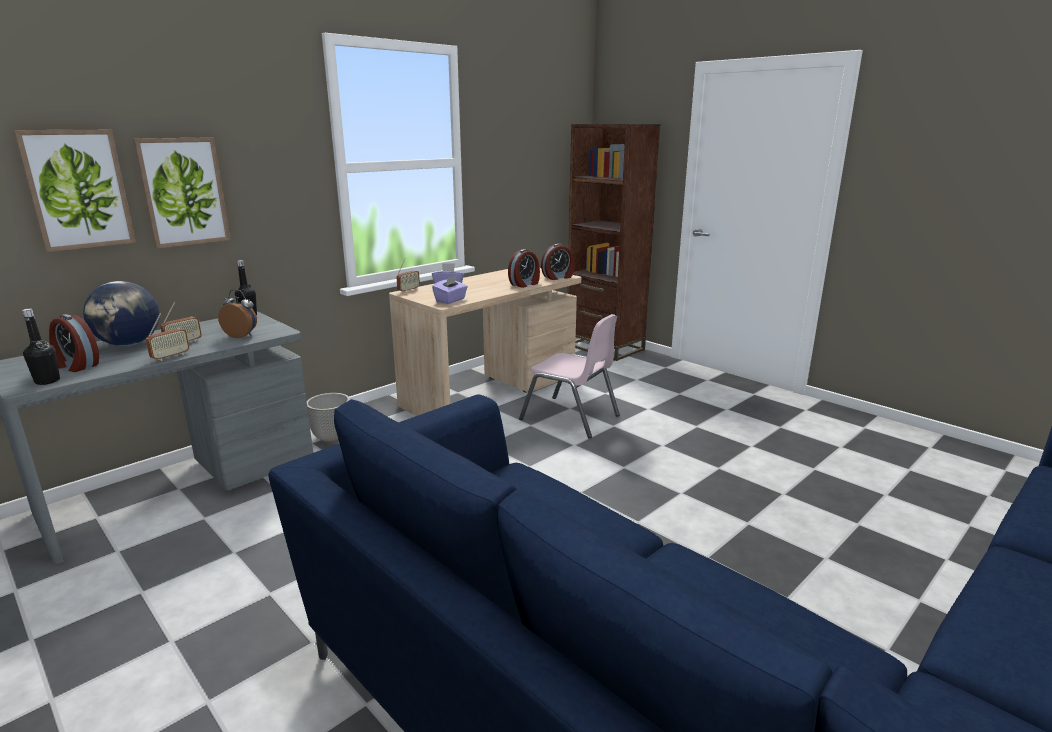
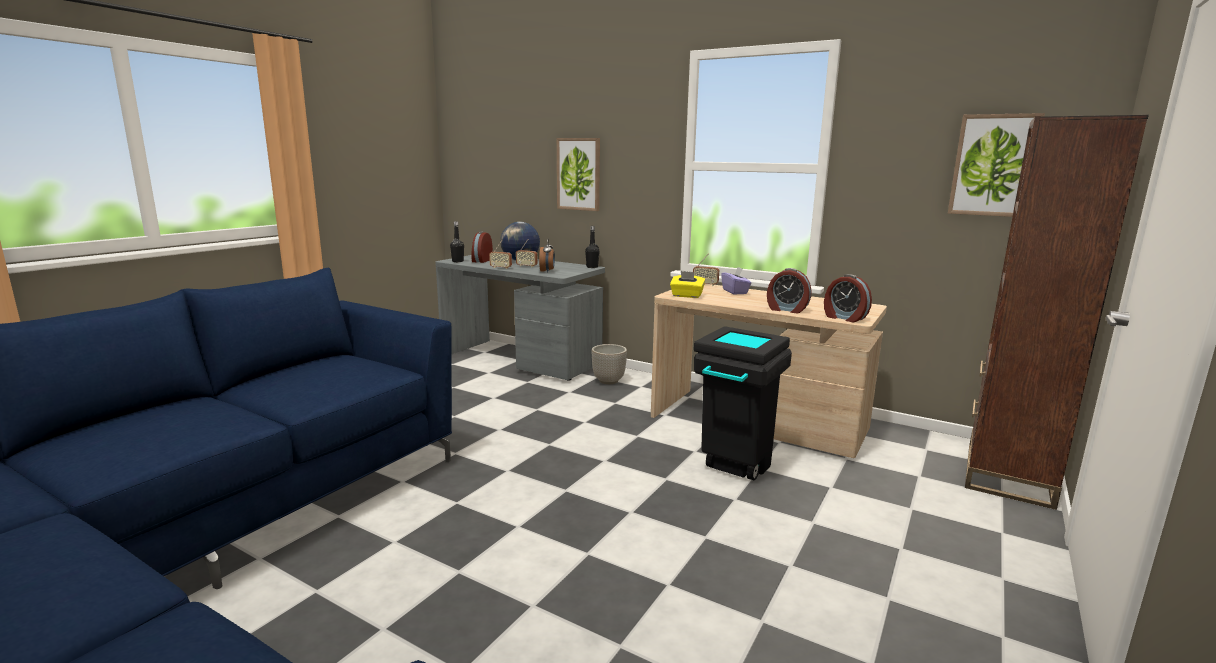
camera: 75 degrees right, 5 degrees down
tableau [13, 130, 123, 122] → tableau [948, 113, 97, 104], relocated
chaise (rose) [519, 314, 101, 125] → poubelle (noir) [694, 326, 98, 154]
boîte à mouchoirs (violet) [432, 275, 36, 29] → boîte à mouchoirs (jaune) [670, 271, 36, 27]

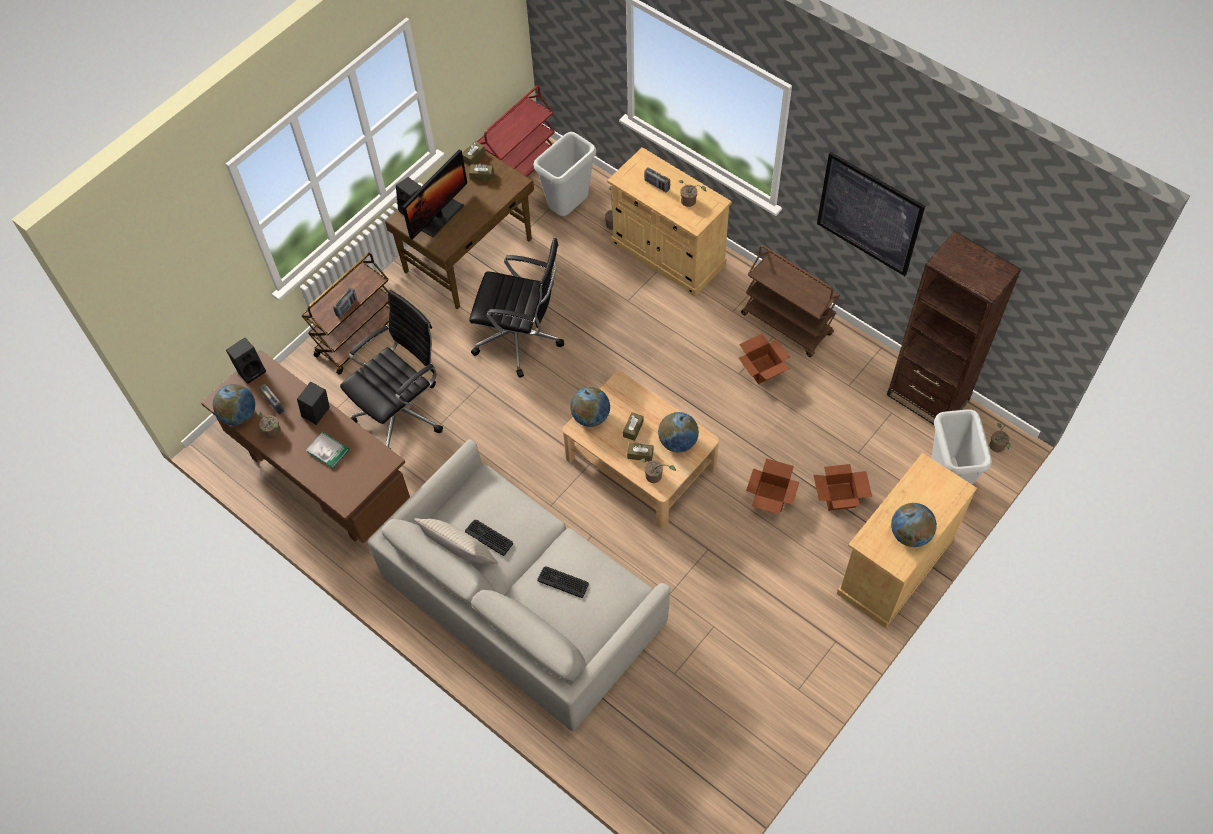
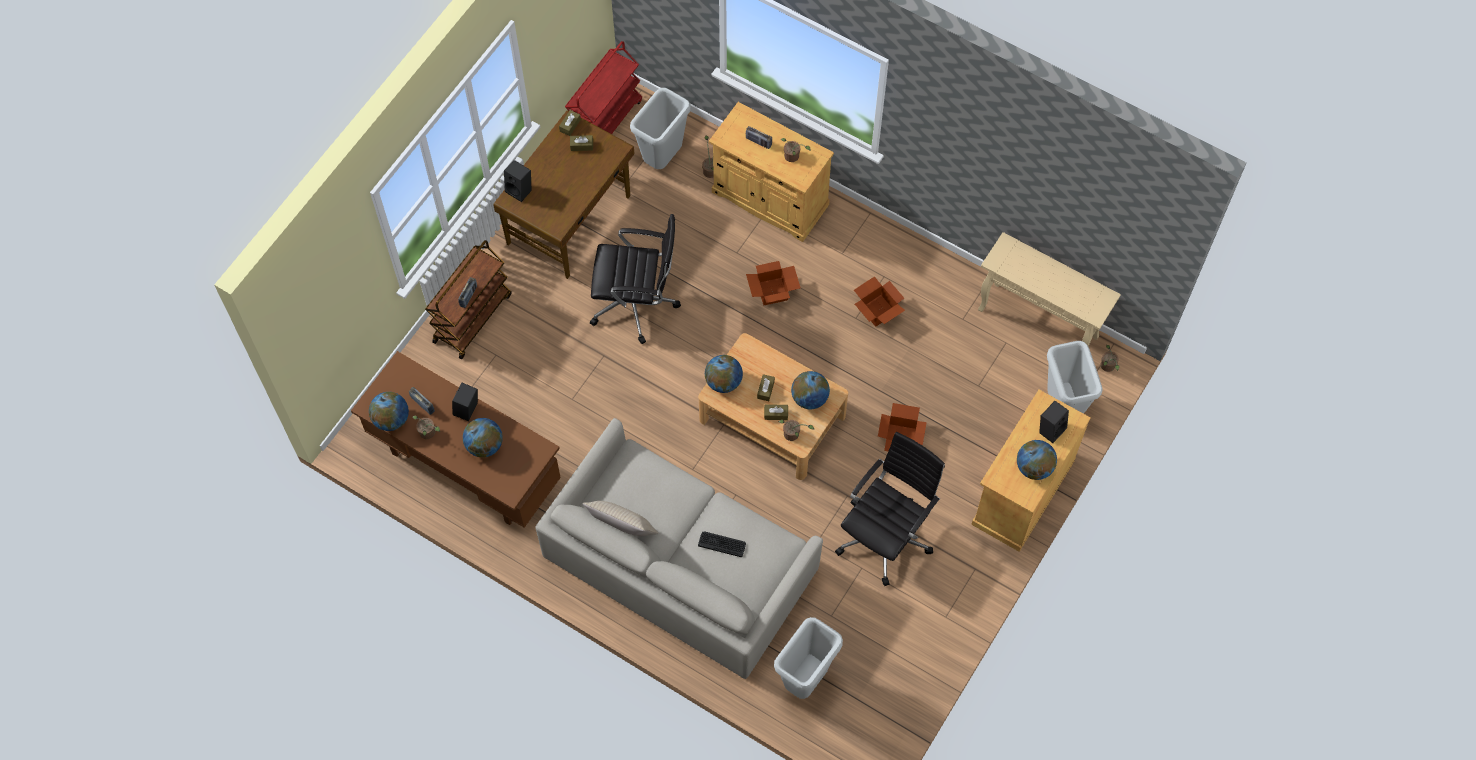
camera: 10 degrees left, 5 degrees up
écran d'ordinateur [402, 149, 65, 90] → -
clavier [465, 520, 48, 36] → -
chariot (marron) [741, 245, 99, 112] → -
tableau [817, 152, 108, 124] → -
- → poubelle (gris) [774, 617, 69, 82]
enceinte (noir) [226, 338, 40, 46] → enceinte (noir) [1039, 401, 30, 42], relocated
chaise de bureau (noir) [340, 290, 103, 159] → chaise de bureau (noir) [835, 432, 110, 154], relocated
carton [813, 464, 59, 47] → carton [746, 261, 54, 45], relocated
livre [306, 432, 43, 37] → globe [463, 418, 40, 40]
bibliothèque (marron) [887, 231, 134, 194] → table console (beige) [978, 232, 143, 114]

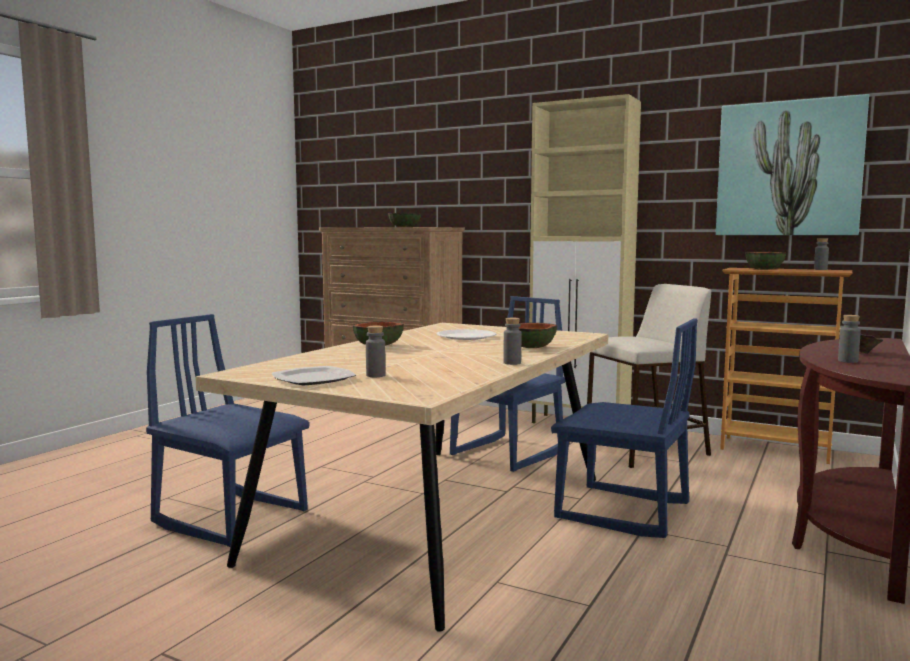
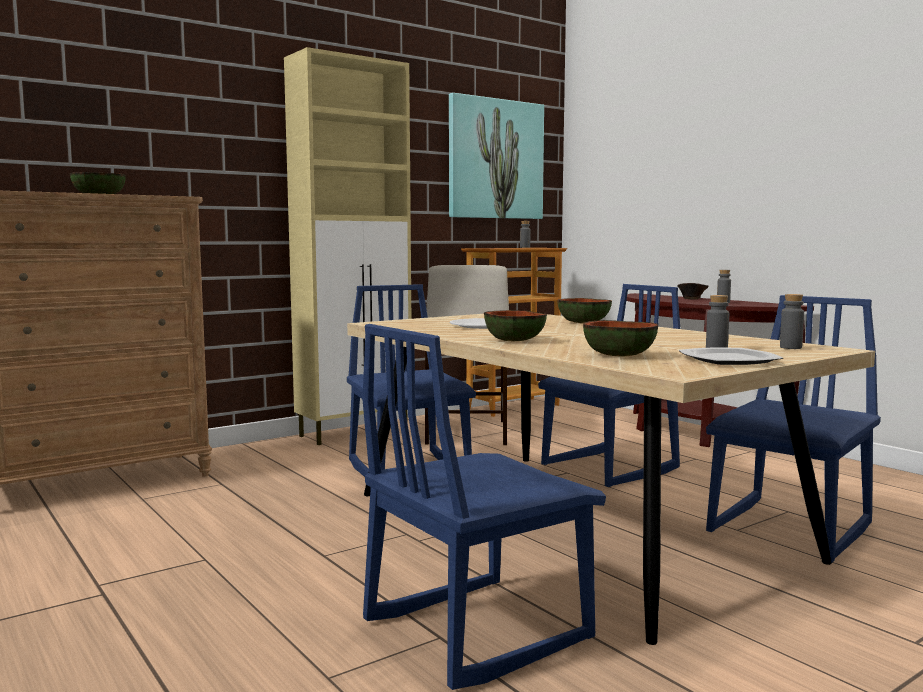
camera: 65 degrees left, 0 degrees up
- → chaise (bleu) [706, 295, 175, 268]
bouteille (gris) [503, 318, 18, 47] → bouteille (gris) [780, 294, 24, 55], relocated
bol [745, 252, 41, 18] → bol [583, 320, 75, 36], relocated

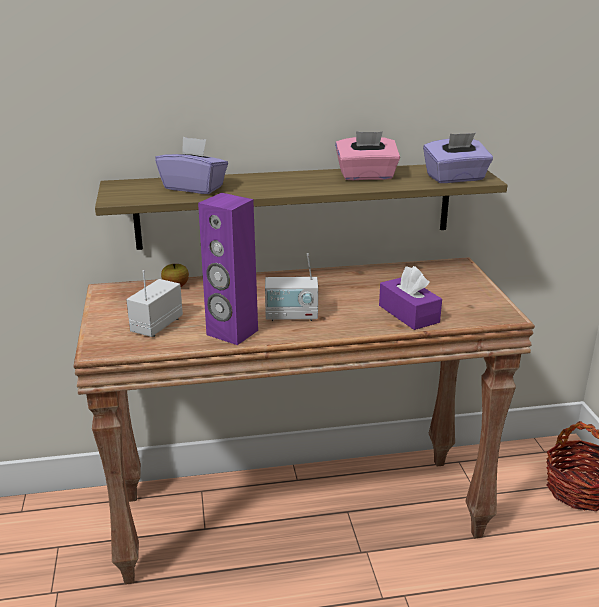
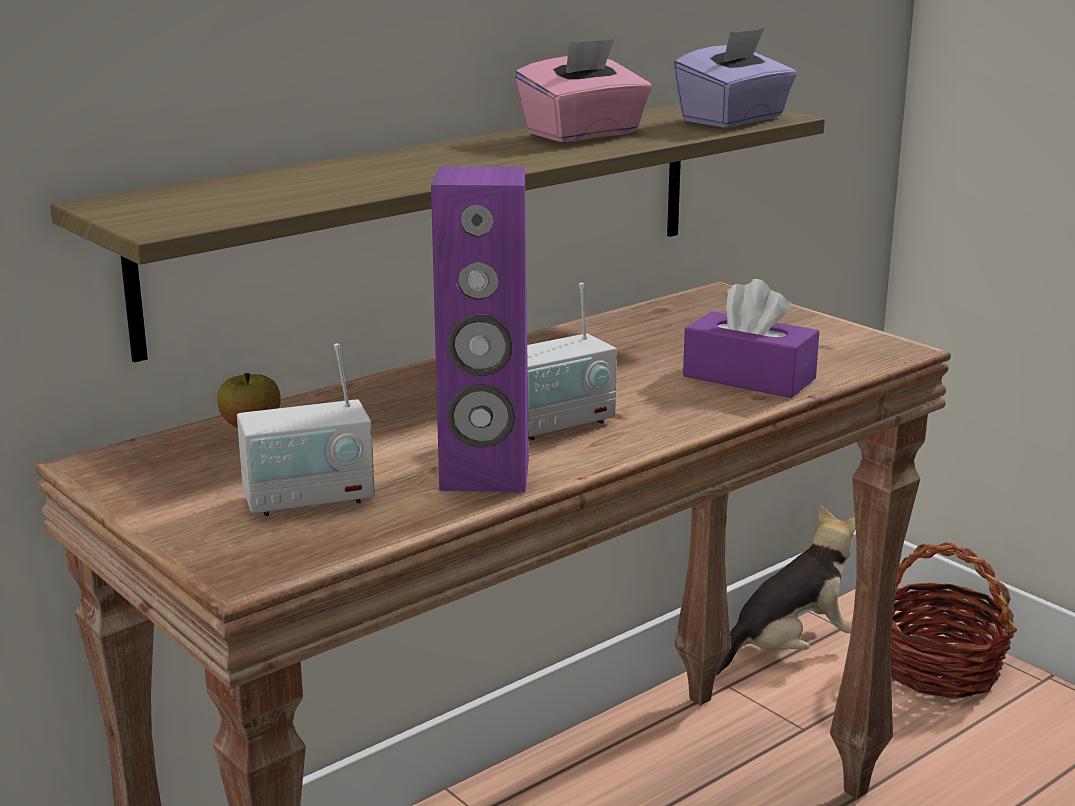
camera: 30 degrees left, 5 degrees down
boîte à mouchoirs (violet) [155, 137, 73, 57] → -
- → peluche [716, 505, 140, 170]
radio [126, 270, 57, 67] → radio [237, 343, 138, 173], 105 degrees counterclockwise

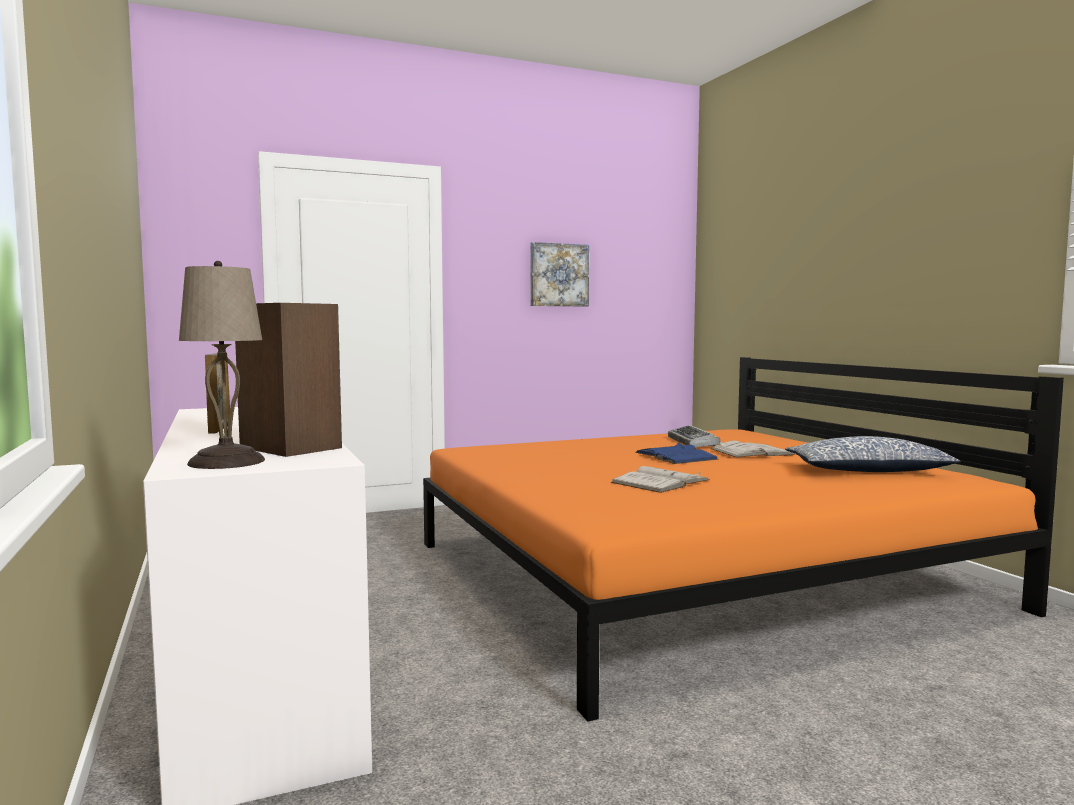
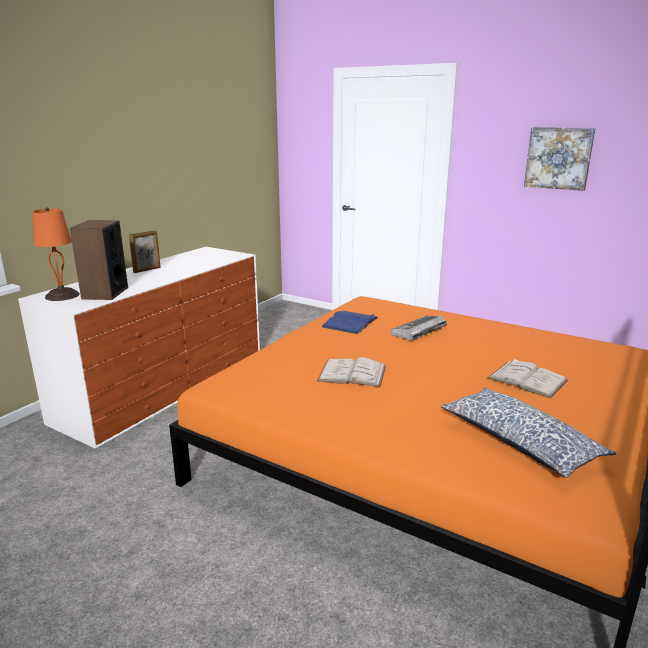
camera: 55 degrees right, 15 degrees up
livre (bleu) [635, 443, 84, 21] → livre (bleu) [322, 311, 56, 23], relocated
clavier [668, 425, 53, 22] → clavier [391, 316, 56, 24], relocated
lampe de table (beige) [179, 261, 86, 208] → lampe de table (orange) [32, 207, 48, 94]

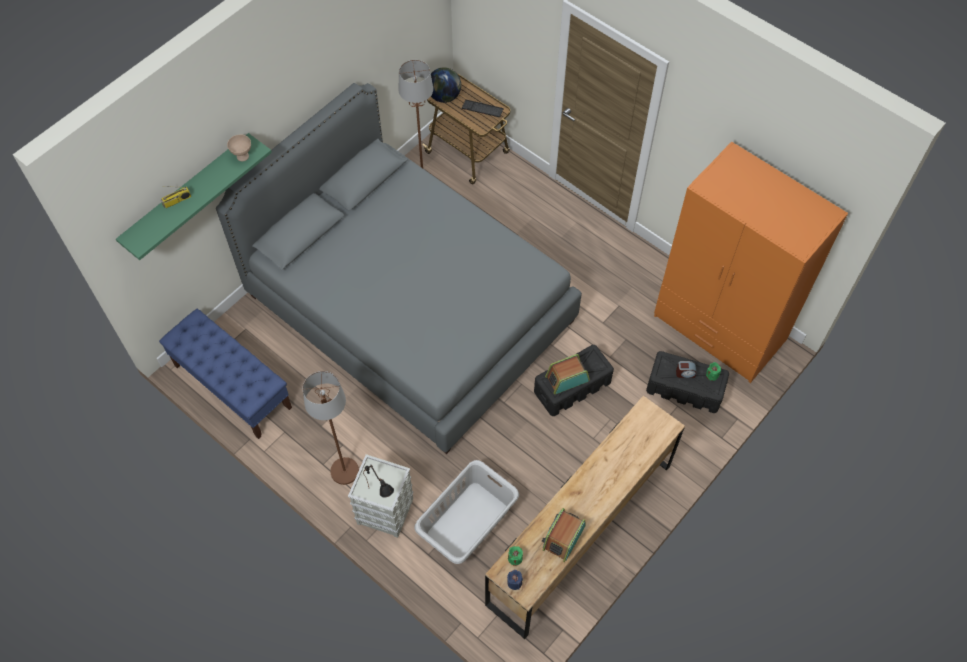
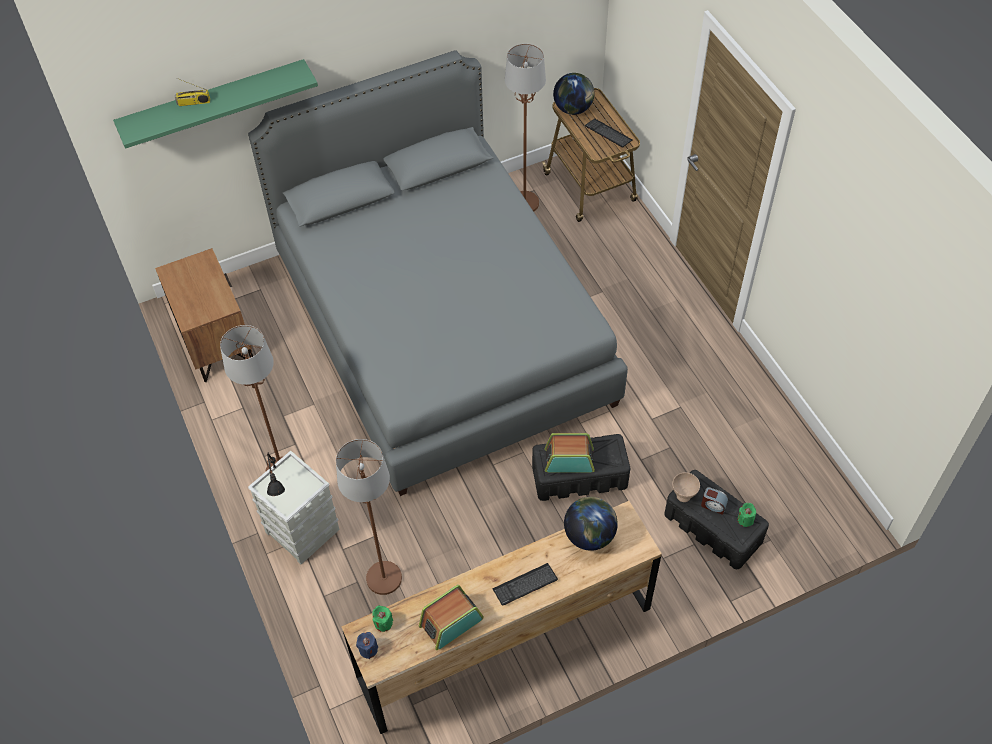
camera: 25 degrees right, 5 degrees down
armoire (orange) [654, 142, 194, 241] → -
- → clavier [492, 563, 66, 43]
- → globe [564, 497, 54, 54]
bol (beige) [227, 134, 24, 27] → bol (beige) [672, 472, 28, 30], relocated
banc (bleu) [159, 309, 133, 130] → table de chevet (marron) [155, 248, 98, 134]
panier à linge (gris) [414, 460, 105, 104] → lampadaire (marron) [336, 439, 66, 156]

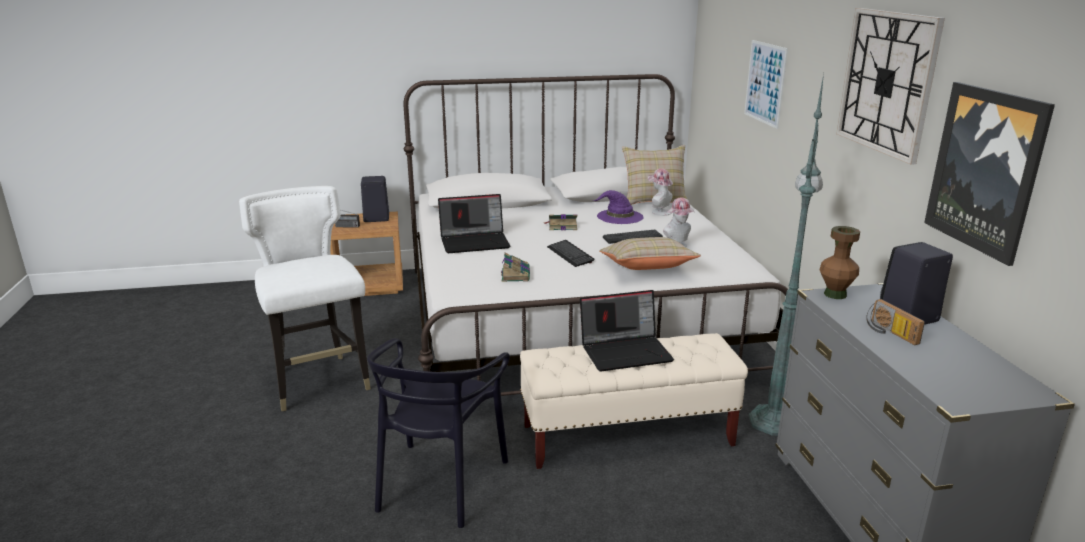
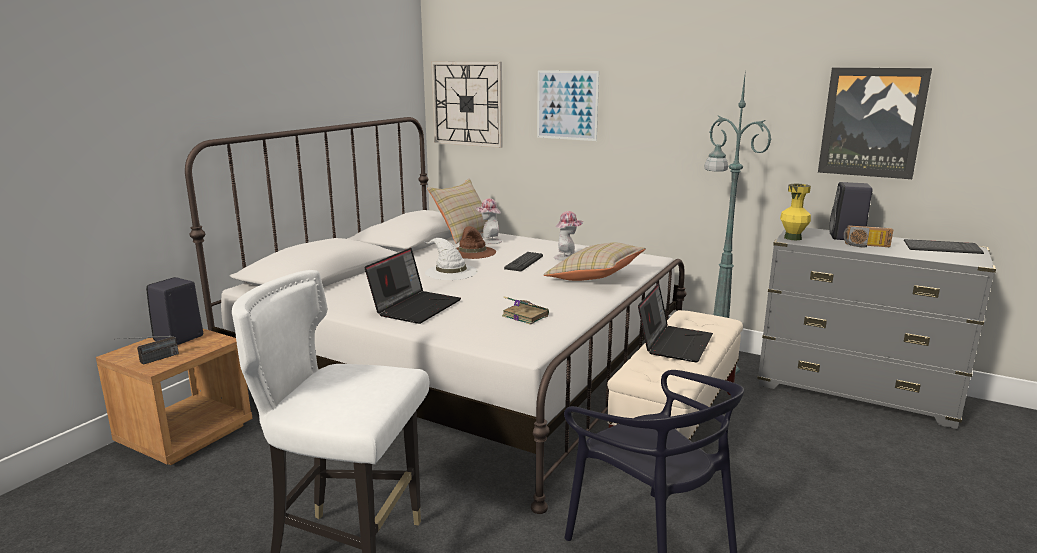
camera: 50 degrees left, 5 degrees down
clavier [547, 240, 48, 27] → clavier [904, 239, 80, 15], relocated
horloge murale [836, 8, 109, 157] → horloge murale [431, 62, 72, 86], relocated
livre [544, 214, 34, 16] → chapeau (blanc) [425, 238, 53, 42]
chapeau (violet) [593, 190, 51, 34] → chapeau (marron) [457, 226, 39, 33]
vase (marron) [819, 226, 41, 73] → vase (jaune) [780, 184, 31, 56]

